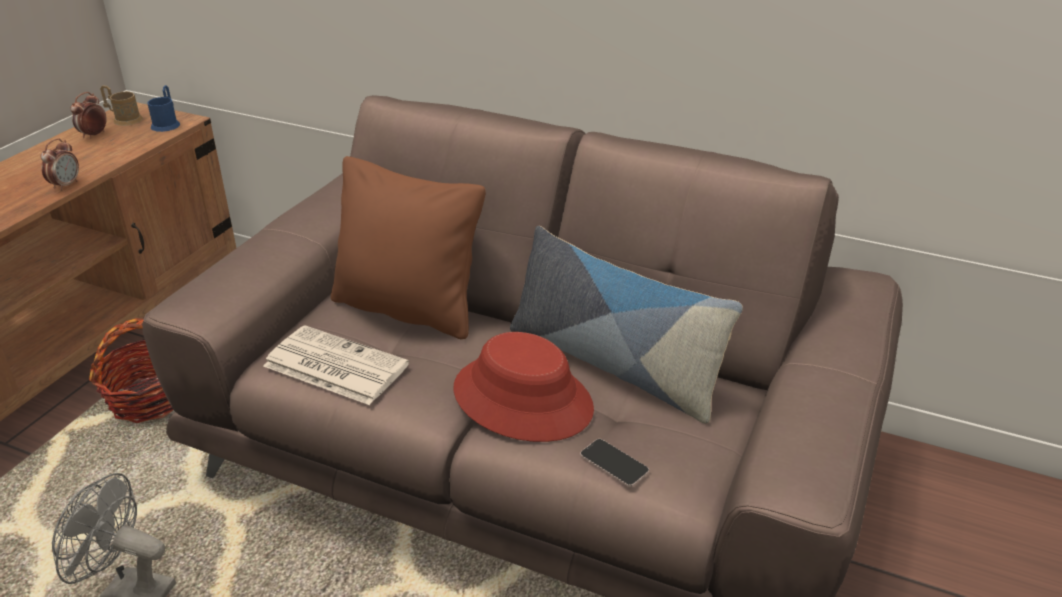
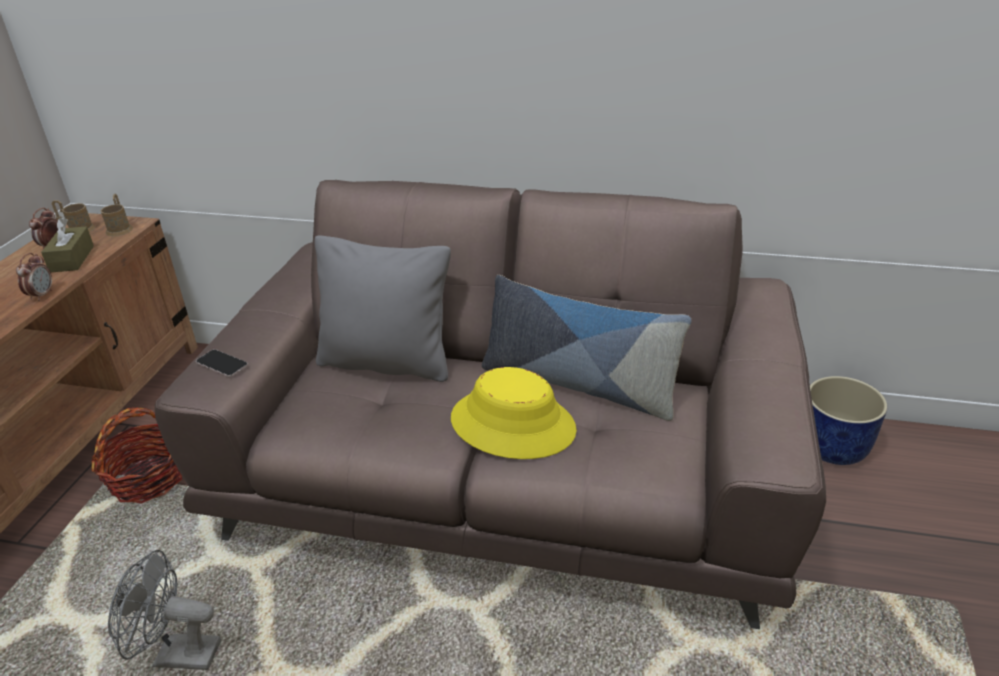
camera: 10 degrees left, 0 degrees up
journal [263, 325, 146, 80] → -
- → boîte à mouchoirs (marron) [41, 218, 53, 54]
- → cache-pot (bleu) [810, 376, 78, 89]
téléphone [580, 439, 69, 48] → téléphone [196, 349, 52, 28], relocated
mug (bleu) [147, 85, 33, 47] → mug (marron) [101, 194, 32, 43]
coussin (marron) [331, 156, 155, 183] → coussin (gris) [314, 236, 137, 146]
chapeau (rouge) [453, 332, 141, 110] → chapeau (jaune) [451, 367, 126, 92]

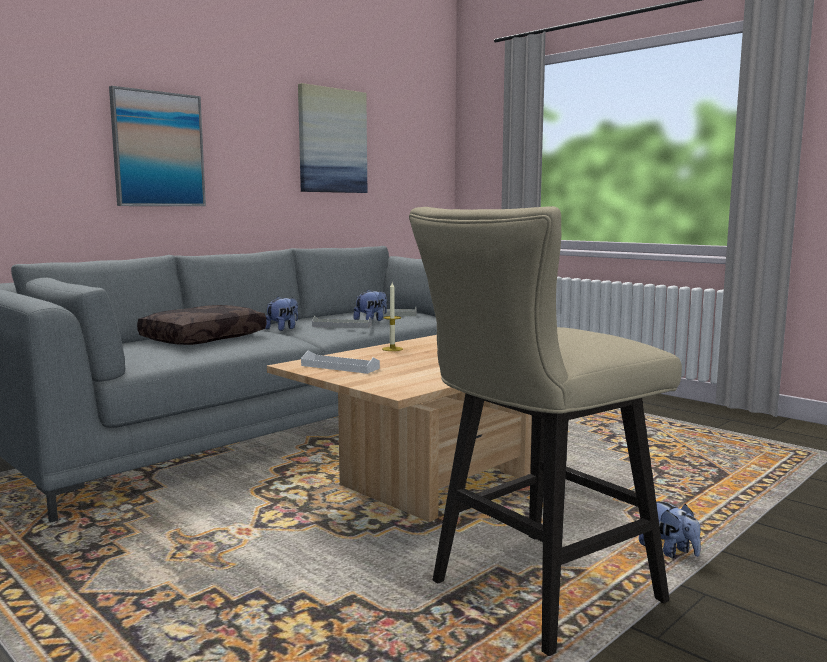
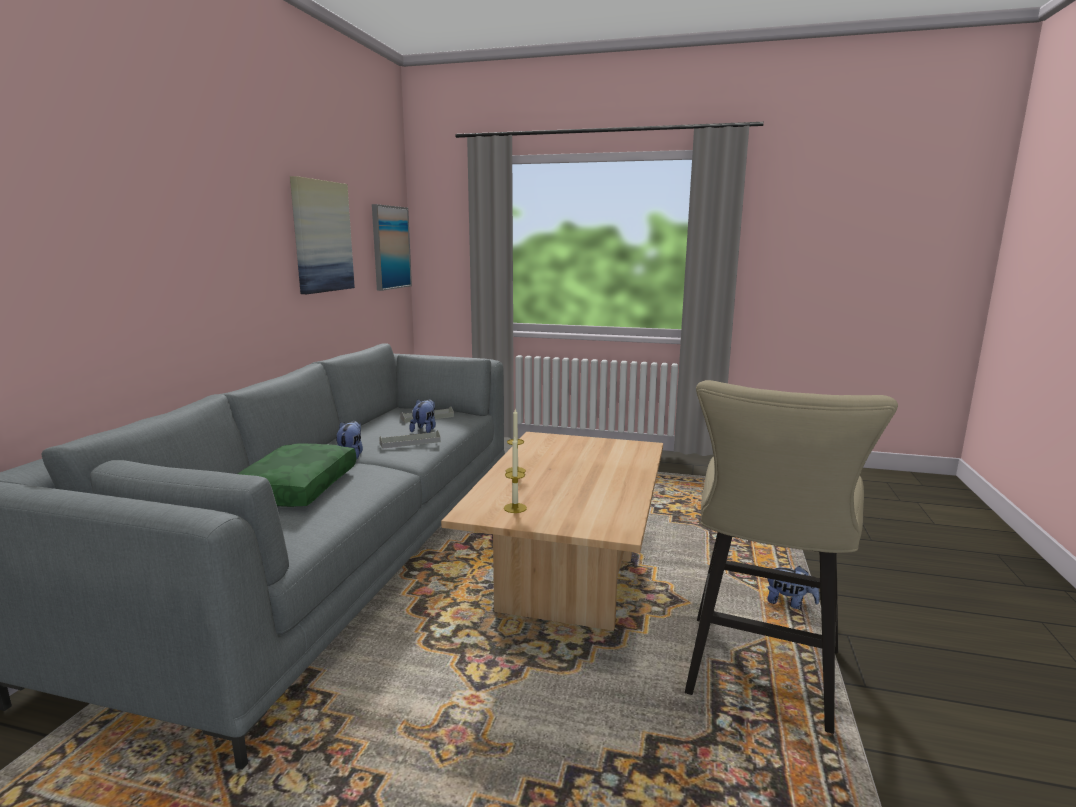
camera: 30 degrees left, 5 degrees up
tableau [109, 86, 97, 120] → tableau [372, 204, 40, 87], relocated
plateau (blanc) [301, 351, 79, 23] → bougie [504, 437, 23, 76]
coussin (marron) [137, 305, 129, 40] → coussin (vert) [238, 444, 118, 63]

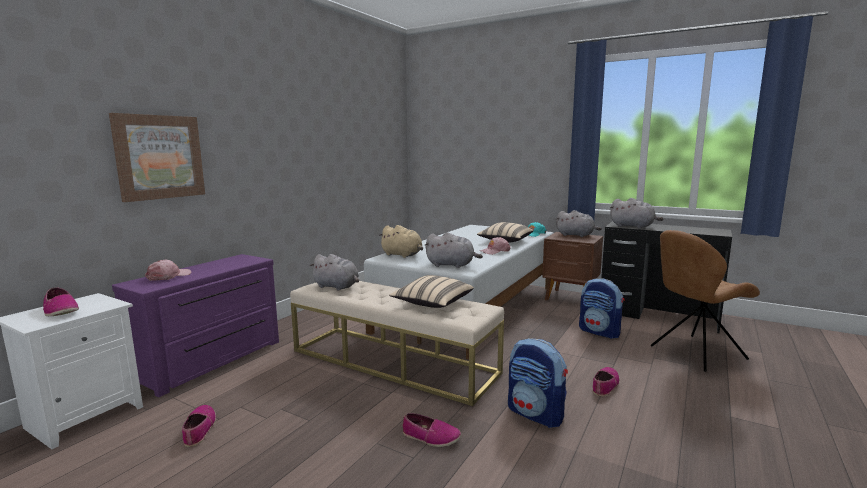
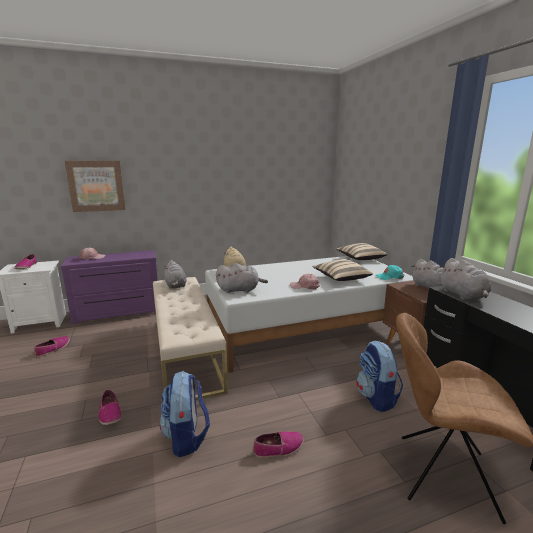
camera: 40 degrees right, 5 degrees up
coussin (beige) [389, 275, 85, 33] → coussin (beige) [336, 243, 51, 17], relocated
peluche (gris) [424, 232, 59, 36] → peluche (gris) [216, 263, 52, 30], 60 degrees counterclockwise

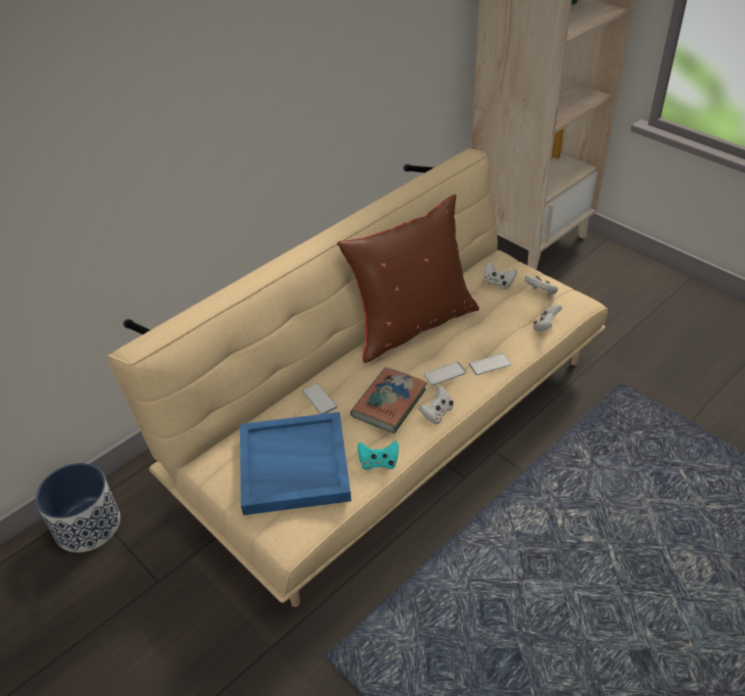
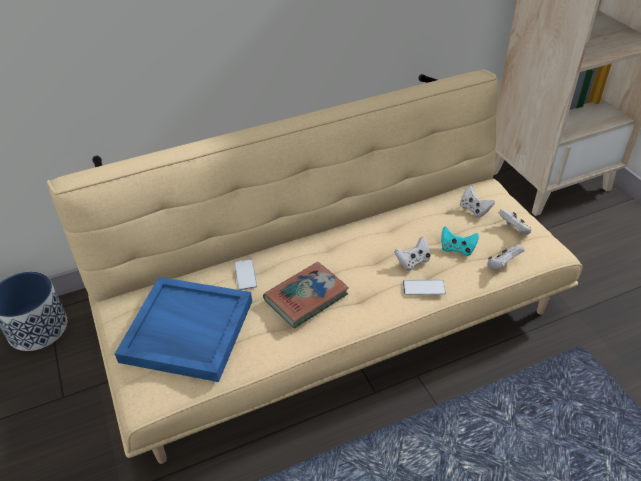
camera: 20 degrees right, 0 degrees up
coussin (marron) [337, 194, 142, 169] → -
téléphone [424, 362, 42, 24] → -
manette (turquoise) [357, 441, 42, 29] → manette (turquoise) [441, 227, 38, 29], relocated
manette (blanc) [419, 385, 35, 39] → manette (blanc) [394, 237, 36, 34], relocated

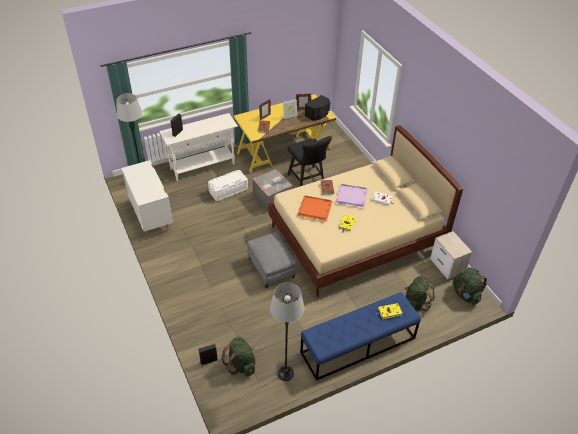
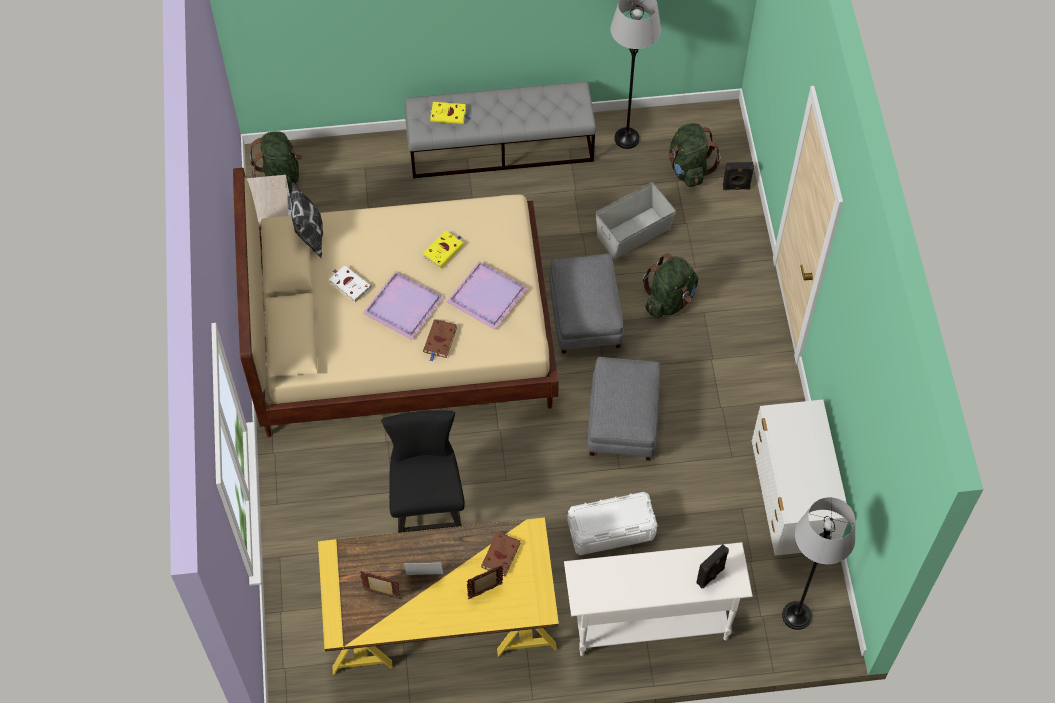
camera: 160 degrees left, 15 degrees up
valise (gris) [252, 169, 41, 41] → -
enceinte (noir) [305, 95, 26, 26] → -
- → coussin [291, 182, 32, 76]
- → pouf (gris) [588, 357, 72, 104]
- → boîte de rangement (gris) [596, 182, 80, 77]
sac à dos (vert) [404, 276, 31, 36] → sac à dos (vert) [643, 253, 55, 65], relocated
plateau (orange) [297, 196, 36, 25] → plateau (violet) [447, 261, 80, 69]
banc (bleu) [300, 292, 121, 89] → banc (gris) [404, 82, 193, 97]

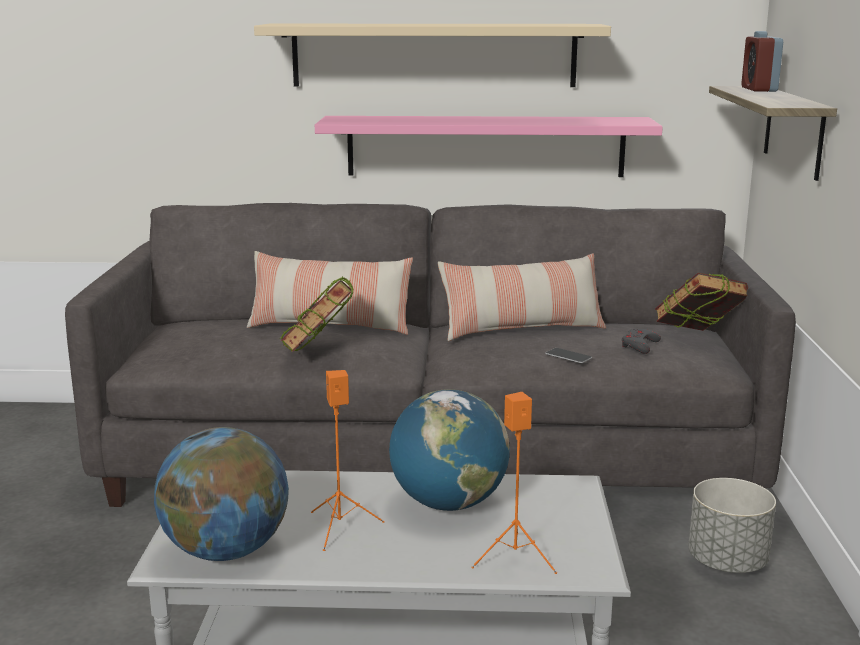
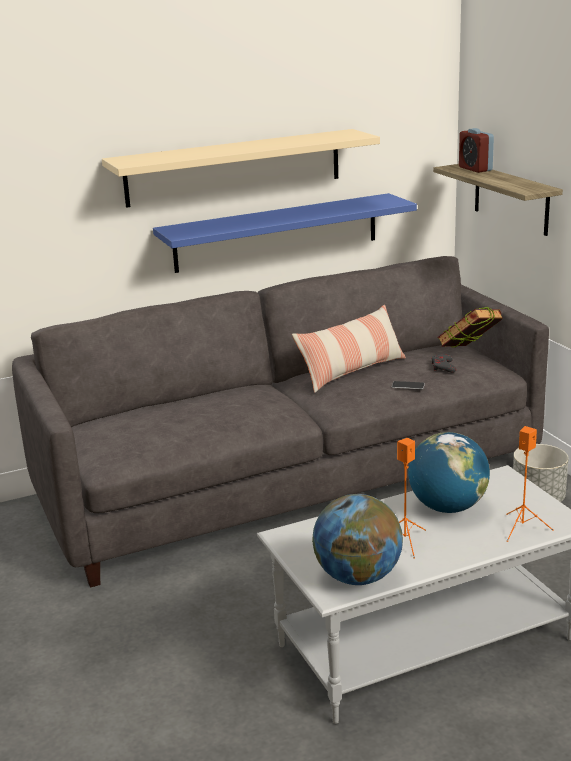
camera: 25 degrees left, 5 degrees up
coussin [247, 251, 166, 84] → -
livre [281, 276, 72, 76] → -
étagère (rose) [315, 116, 348, 61] → étagère (bleu) [153, 193, 264, 80]

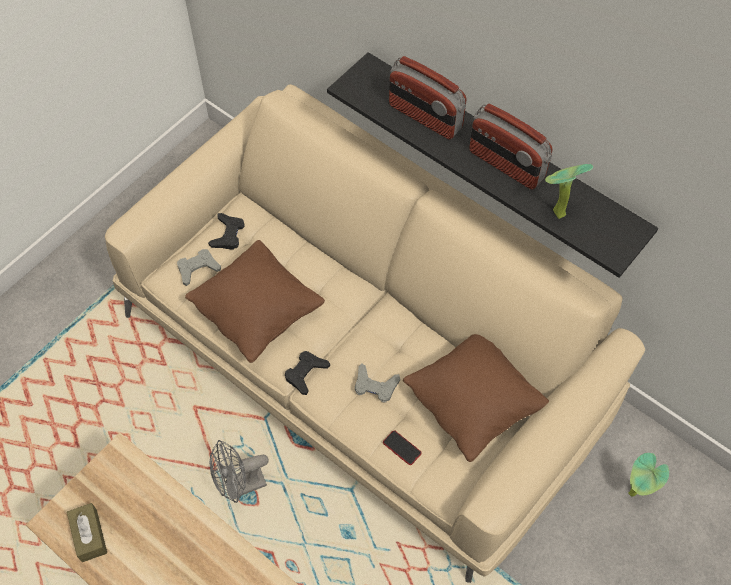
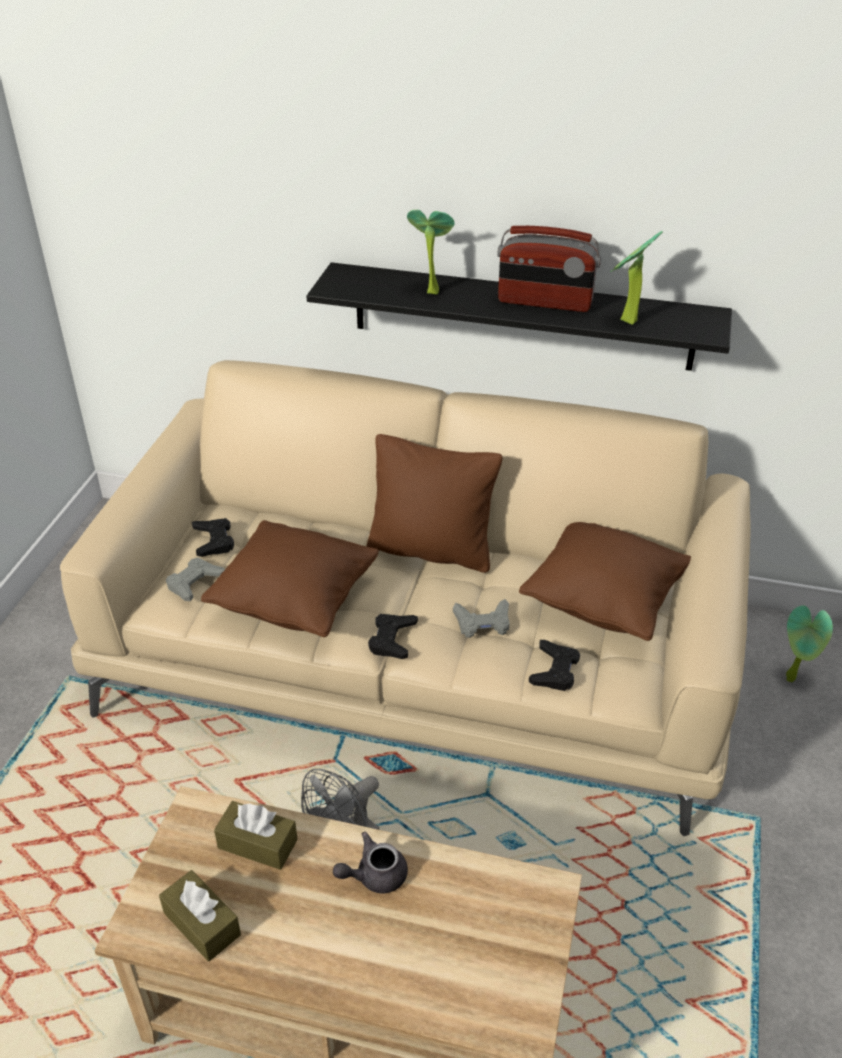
camera: 25 degrees left, 20 degrees down
- → boîte à mouchoirs (marron) [214, 801, 84, 69]
- → théière (gris) [333, 832, 75, 62]
- → coussin (marron) [367, 434, 136, 139]
téléphone [383, 430, 39, 35] → manette (noir) [529, 640, 51, 51]
radio [389, 56, 78, 84] → plante en pot [407, 210, 48, 85]

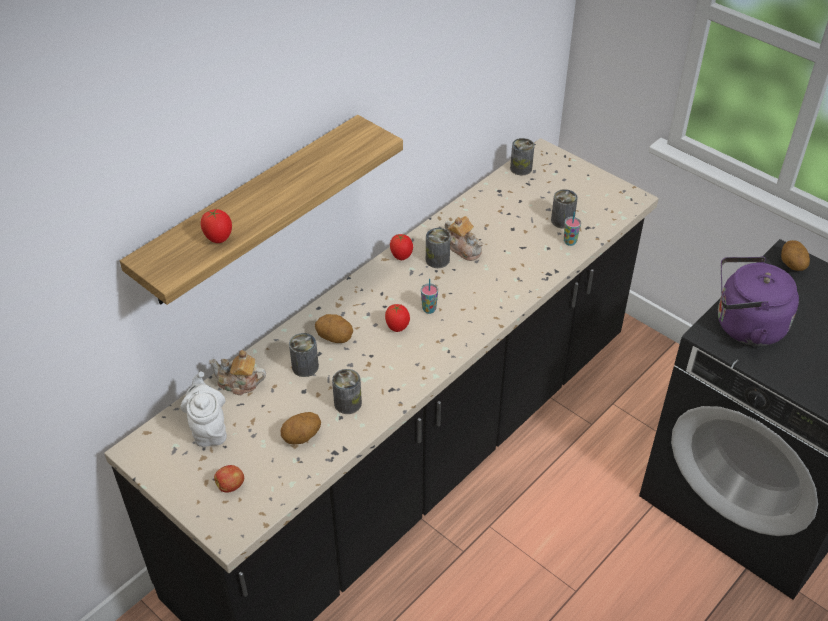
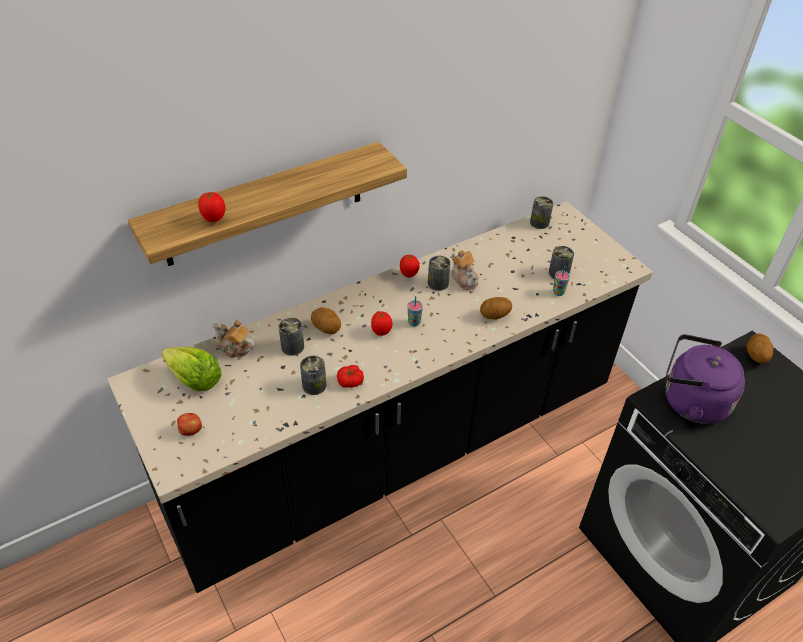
camera: 15 degrees right, 0 degrees up
- → tomate [337, 365, 27, 23]
pomme de terre [281, 412, 40, 32] → pomme de terre [480, 297, 32, 23], relocated
théière (blanc) [181, 372, 46, 75] → laitue [161, 347, 61, 44]

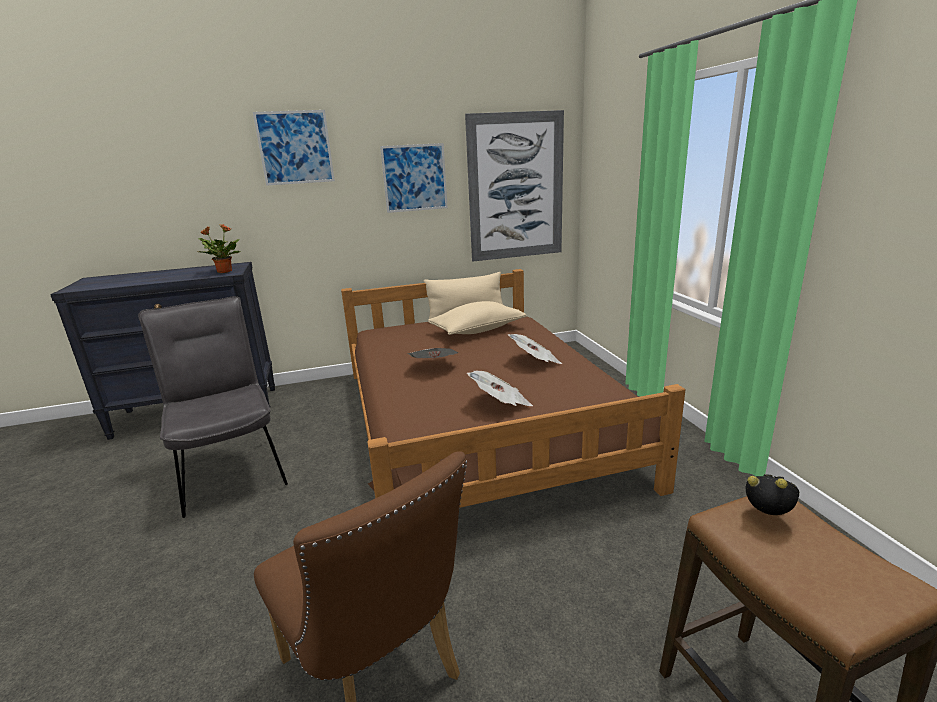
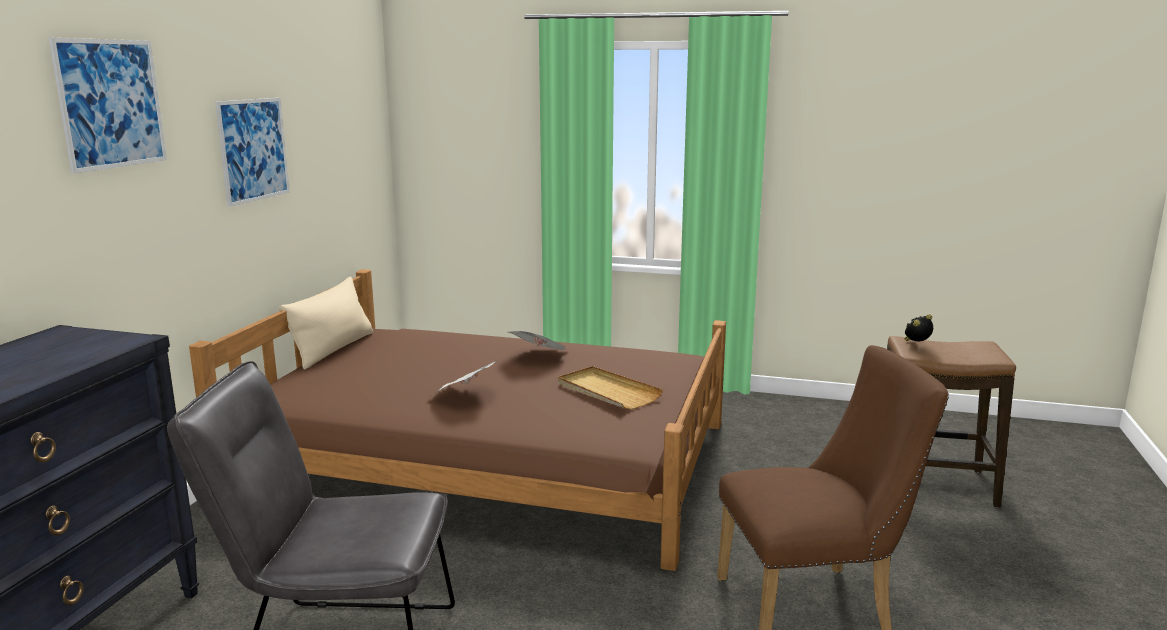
camera: 60 degrees left, 5 degrees down
plante en pot [199, 224, 41, 49] → -
coussin (beige) [428, 301, 98, 34] → -
tableau [465, 110, 99, 151] → -
journal [467, 371, 66, 35] → plateau (beige) [558, 366, 105, 43]

